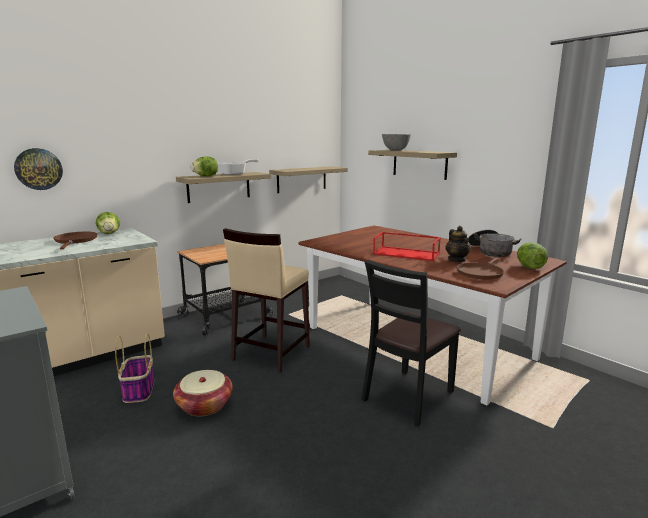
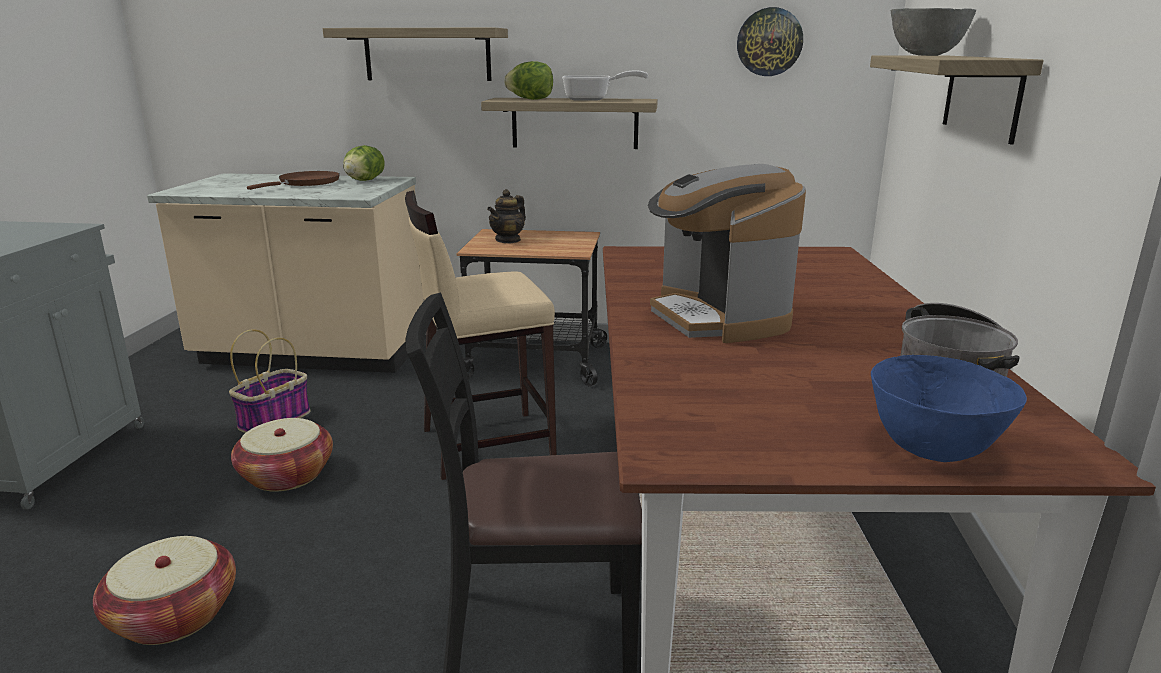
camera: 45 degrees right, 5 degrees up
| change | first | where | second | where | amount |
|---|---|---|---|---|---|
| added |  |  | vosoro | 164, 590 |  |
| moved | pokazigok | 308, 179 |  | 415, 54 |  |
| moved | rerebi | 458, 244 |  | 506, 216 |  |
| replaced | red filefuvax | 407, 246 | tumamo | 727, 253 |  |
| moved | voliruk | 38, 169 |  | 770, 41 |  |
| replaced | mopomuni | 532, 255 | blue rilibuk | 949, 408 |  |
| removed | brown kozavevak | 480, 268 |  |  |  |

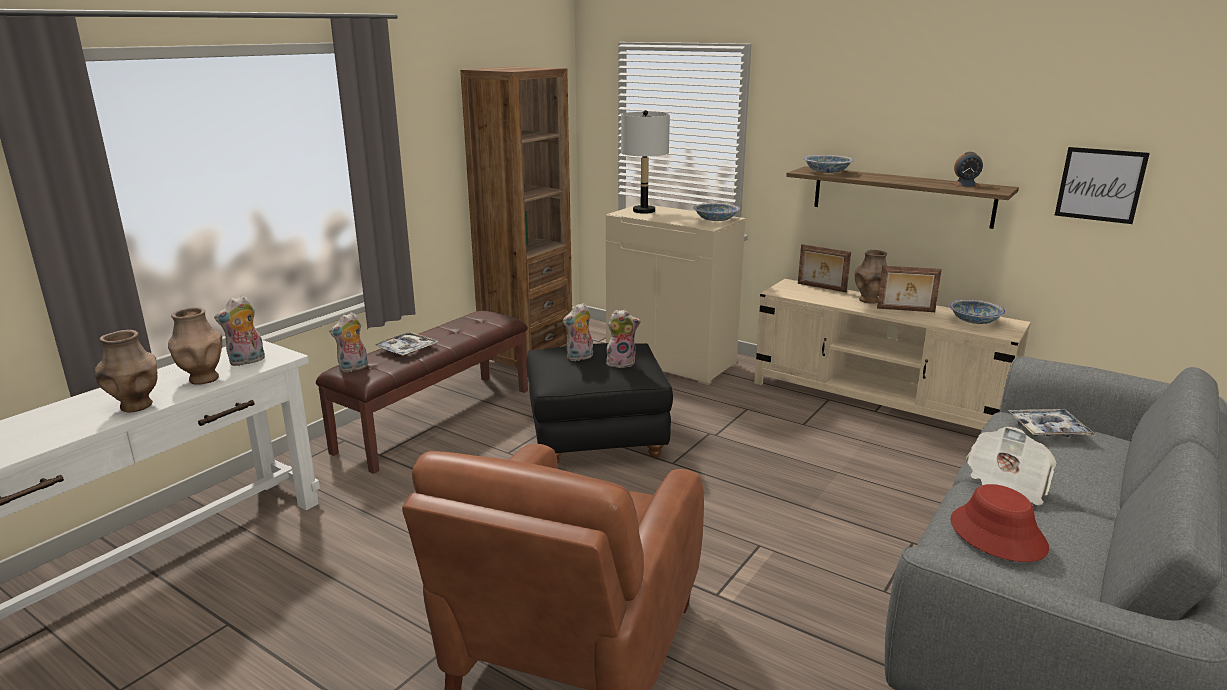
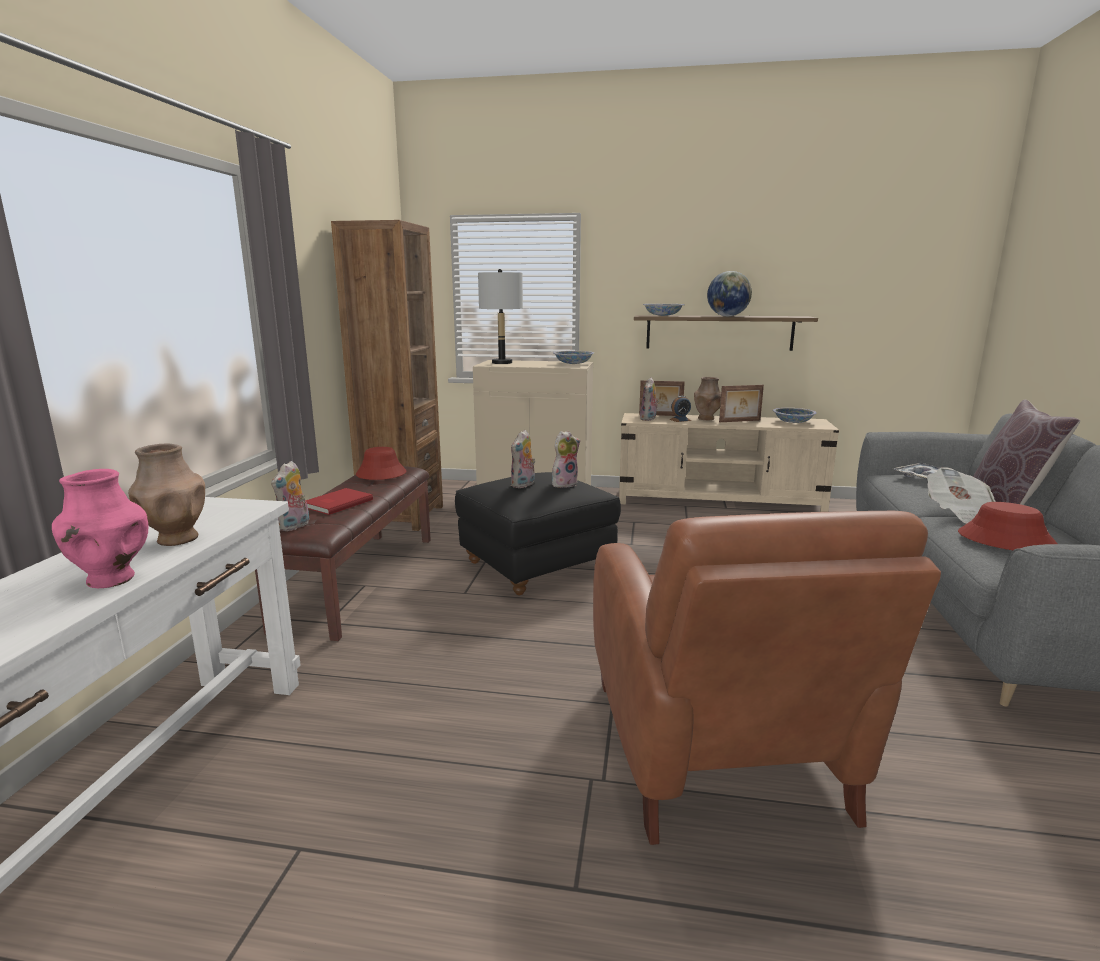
camera: 25 degrees left, 5 degrees down
| change | first | where | second | where | amount |
|---|---|---|---|---|---|
| recoloured | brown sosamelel | 126, 371 | pink sosamelel | 100, 528 |  |
| replaced | filefuvax | 405, 344 | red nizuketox | 339, 501 |  |
| added |  |  | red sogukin | 381, 463 |  |
| moved | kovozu | 239, 330 |  | 649, 399 |  |
| moved | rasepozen | 967, 169 |  | 680, 409 |  |
| added |  |  | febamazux | 729, 293 |  |
| added |  |  | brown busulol | 1026, 452 |  |
| removed | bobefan | 1102, 185 |  |  |  |

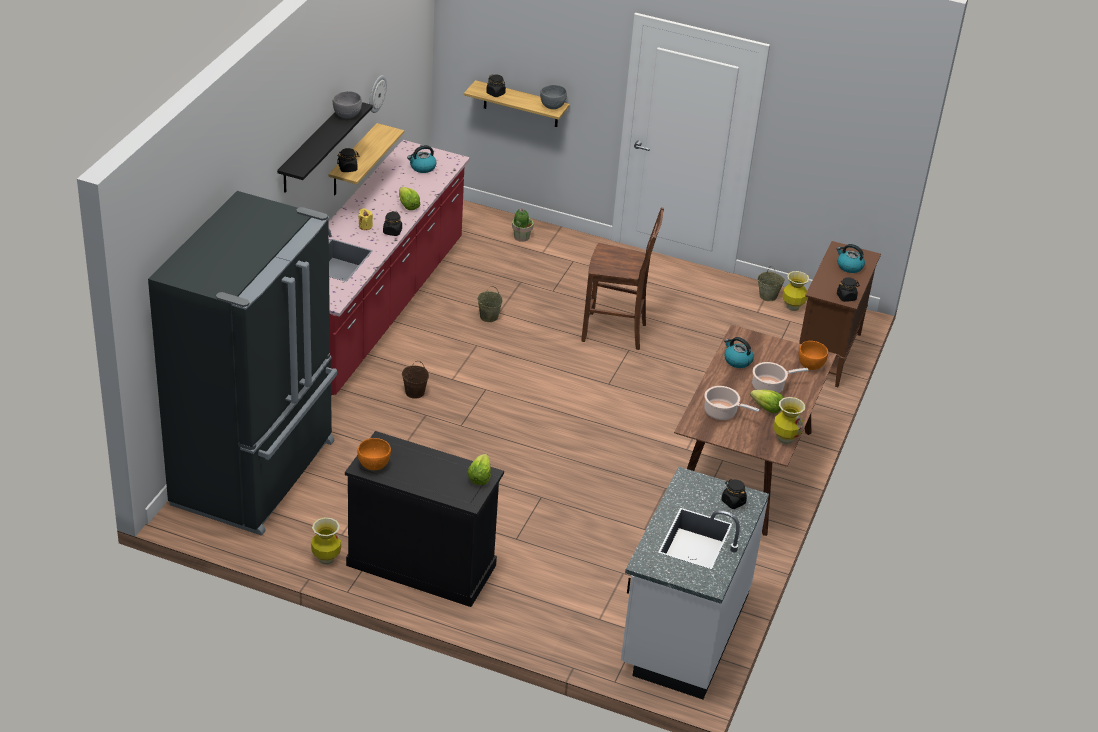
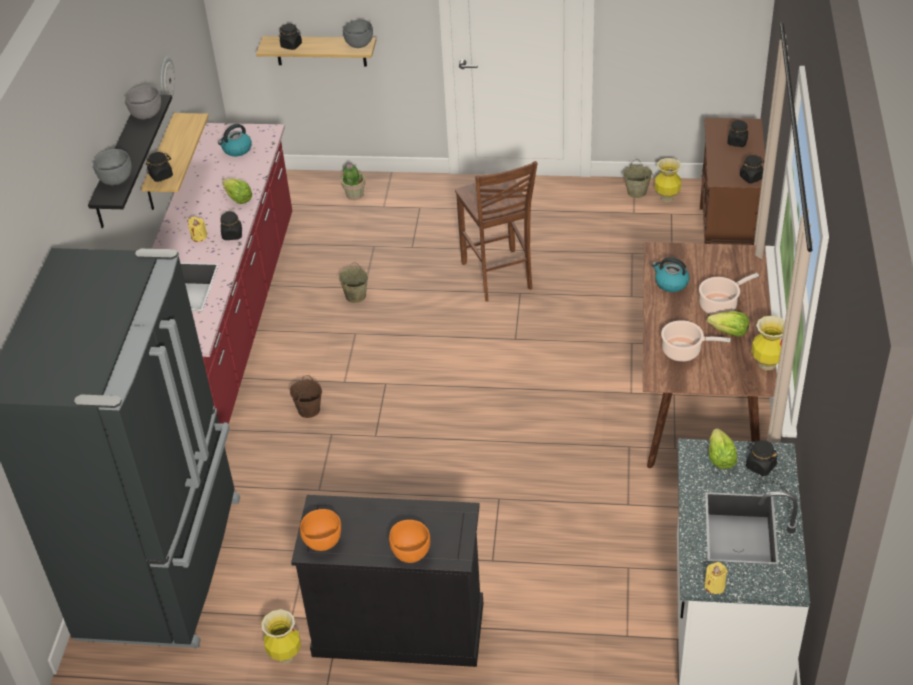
camera: 10 degrees left, 5 degrees up
| change | first | where | second | where | amount |
|---|---|---|---|---|---|
| added |  |  | grey rilibuk | 112, 167 |  |
| moved | orange rilibuk | 813, 355 |  | 409, 541 |  |
| turned | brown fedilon | 622, 278 |  | 496, 231 | 75 degrees clockwise |
| added |  |  | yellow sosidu | 715, 578 |  |
| moved | mopomuni | 479, 469 |  | 723, 448 |  |
| replaced | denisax | 851, 258 | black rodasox | 737, 133 |  |

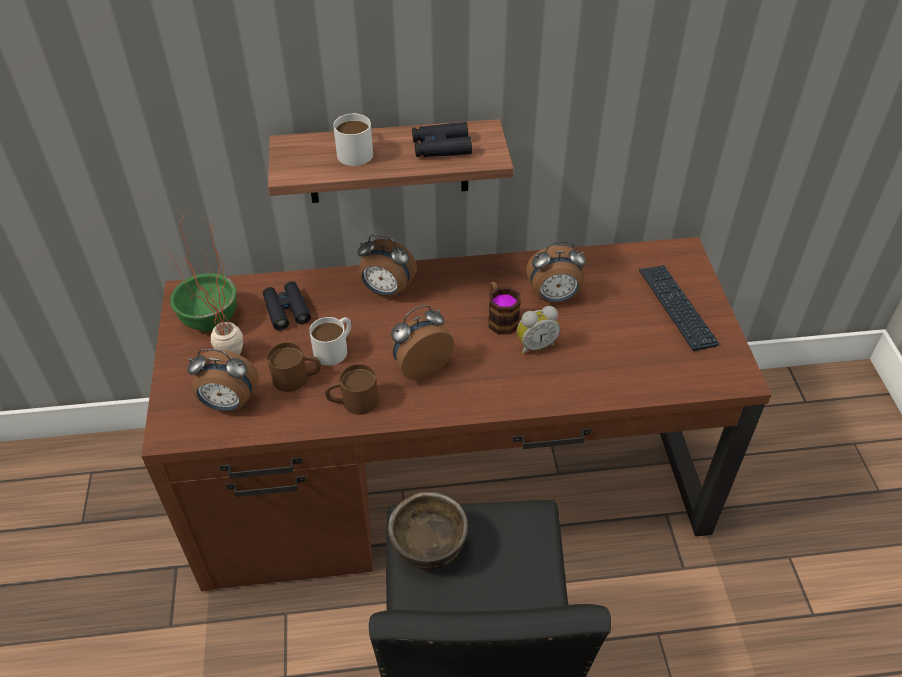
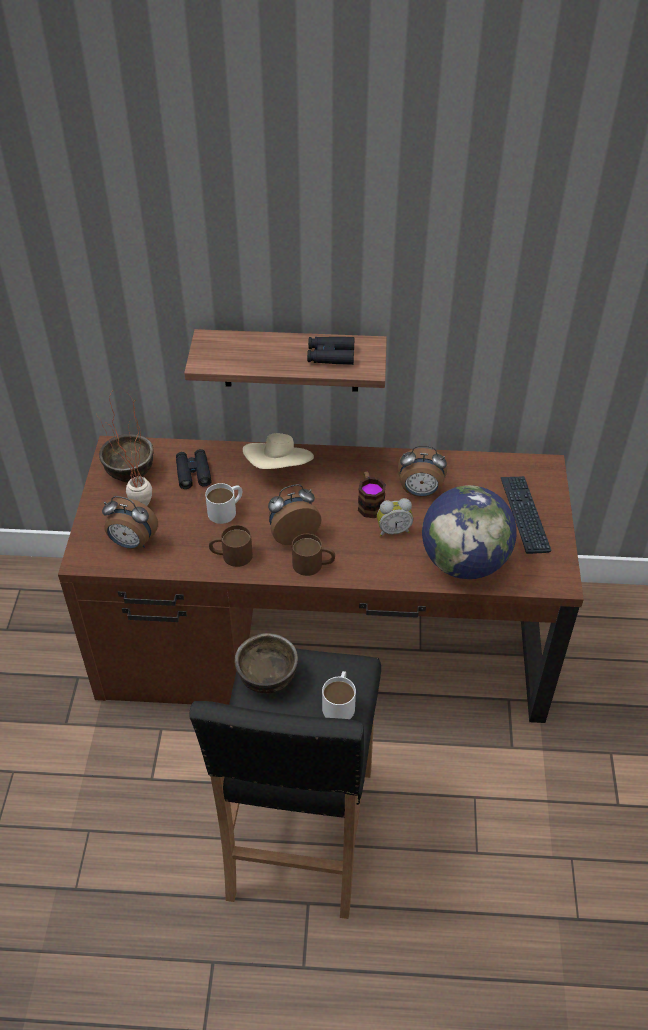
camera: 10 degrees right, 0 degrees up
| change | first | where | second | where | amount |
|---|---|---|---|---|---|
| recoloured | green rilibuk | 203, 302 | brown rilibuk | 126, 458 |  |
| replaced | rasepozen | 387, 265 | beige sogukin | 278, 451 |  |
| moved | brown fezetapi | 294, 367 |  | 313, 555 |  |
| moved | white fezetapi | 353, 139 |  | 339, 695 |  |
| added |  |  | febamazux | 469, 532 |  |

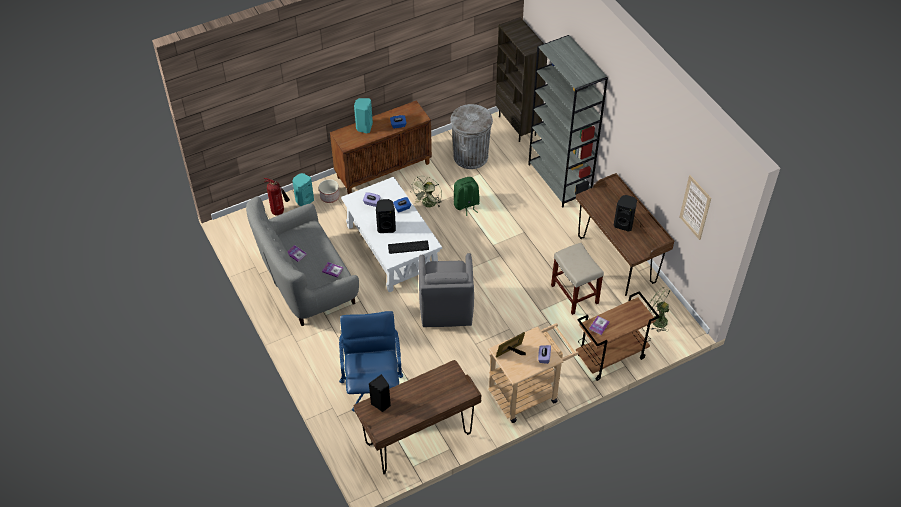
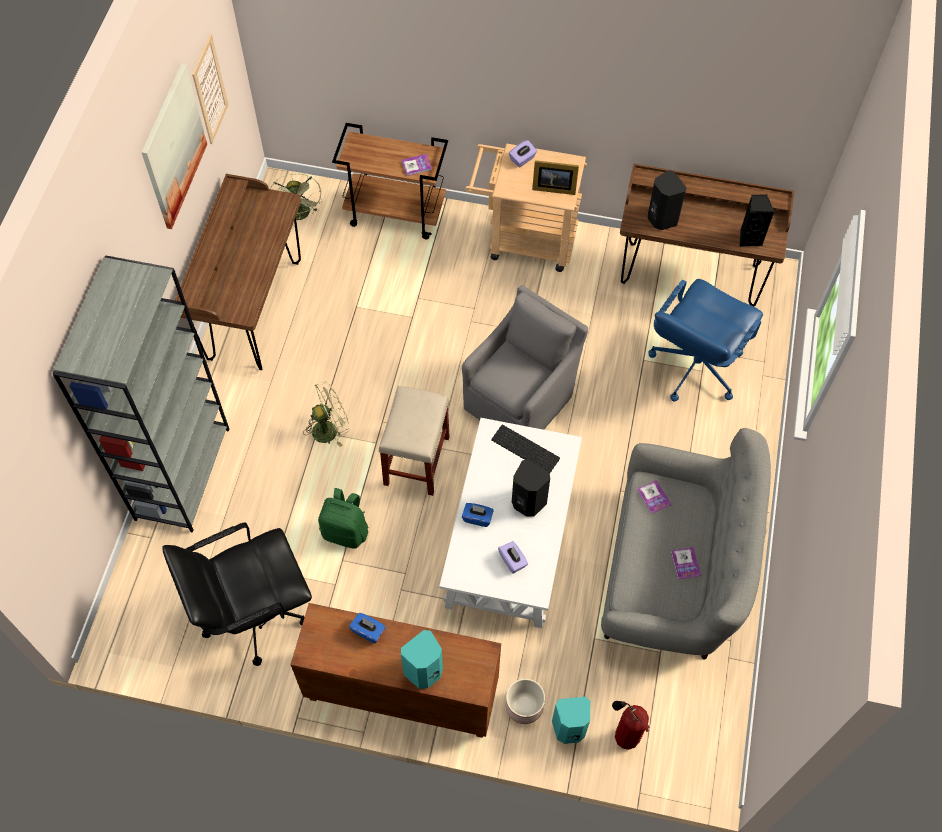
camera: 140 degrees left, 10 degrees up
| change | first | where | second | where | amount |
|---|---|---|---|---|---|
| added |  |  | bobefan | 174, 146 |  |
| replaced | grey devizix | 471, 136 | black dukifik | 237, 594 |  |
| moved | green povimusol | 426, 191 |  | 326, 414 |  |
| moved | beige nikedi | 577, 279 |  | 414, 441 |  |
| moved | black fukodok | 625, 213 |  | 667, 200 |  |
| removed | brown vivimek | 521, 79 |  |  |  |

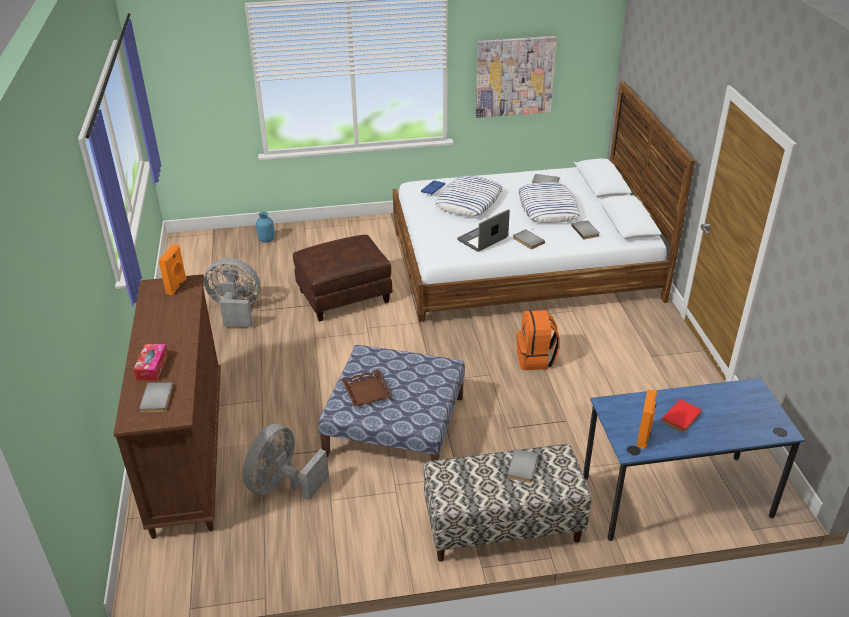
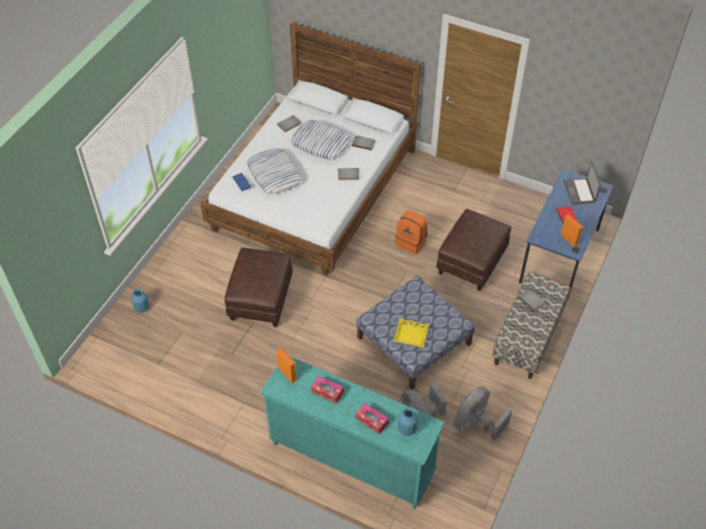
camera: 55 degrees left, 15 degrees up
| change | first | where | second | where | amount |
|---|---|---|---|---|---|
| recoloured | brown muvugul | 167, 406 | turquoise muvugul | 353, 432 |  |
| added |  |  | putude | 327, 390 |  |
| recoloured | brown filefuvax | 367, 387 | yellow filefuvax | 411, 332 |  |
| replaced | grey nizuketox | 156, 397 | blue sosamelel | 408, 422 |  |
| added |  |  | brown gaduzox | 473, 250 |  |
| moved | grey povimusol | 232, 293 |  | 483, 413 |  |
| moved | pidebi | 483, 230 |  | 582, 183 |  |
| removed | bobefan | 516, 77 |  |  |  |

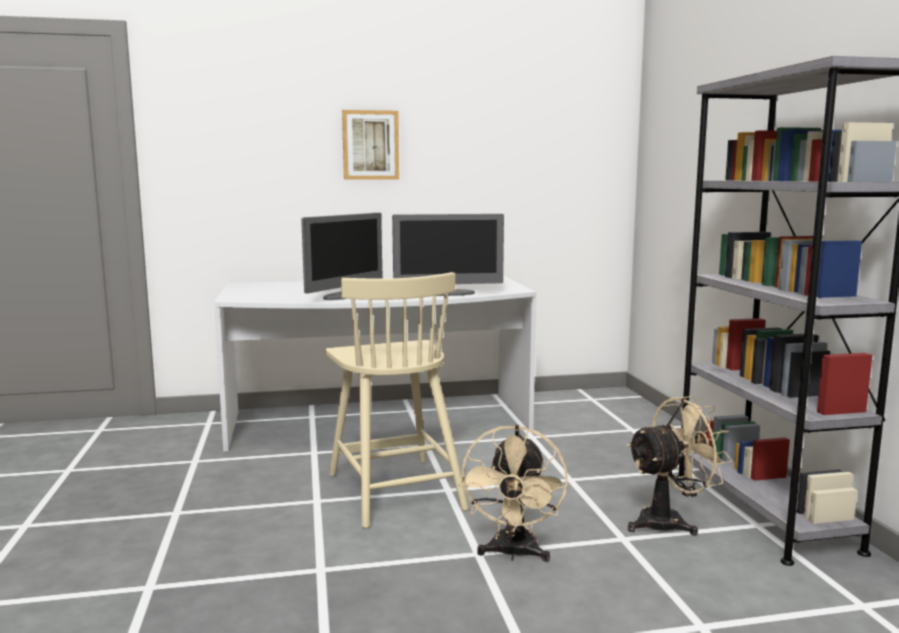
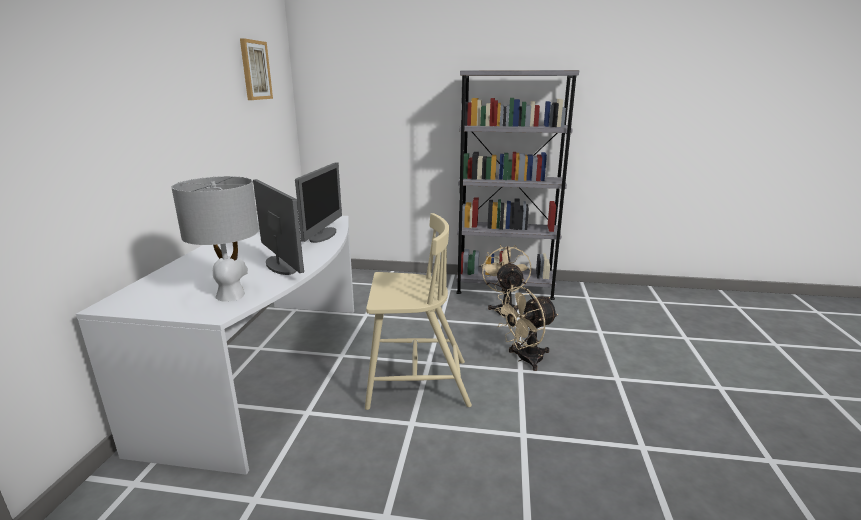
camera: 70 degrees left, 10 degrees up
| change | first | where | second | where | amount |
|---|---|---|---|---|---|
| added |  |  | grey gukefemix | 215, 239 |  |
| moved | bobefan | 370, 145 |  | 256, 69 |  |
| turned | beige povimusol | 513, 493 |  | 526, 328 | 120 degrees clockwise |

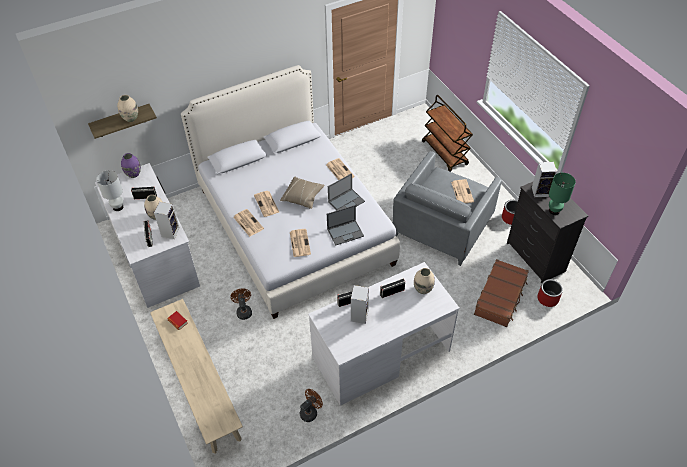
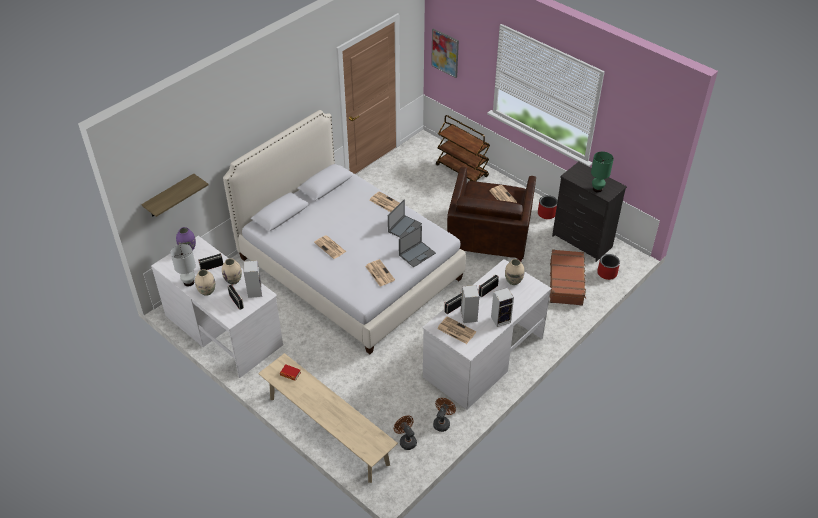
camera: 20 degrees left, 5 degrees down
| change | first | where | second | where | amount |
|---|---|---|---|---|---|
| moved | beige sosamelel | 127, 108 |  | 205, 282 |  |
| moved | brown povimusol | 241, 304 |  | 405, 432 |  |
| added |  |  | bobefan | 445, 53 |  |
| moved | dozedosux | 248, 223 |  | 456, 330 |  |
| recoloured | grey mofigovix | 447, 208 | brown mofigovix | 491, 214 |  |
| moved | fukodok | 544, 179 |  | 502, 307 |  |
| removed | beige busulol | 302, 193 |  |  |  |

